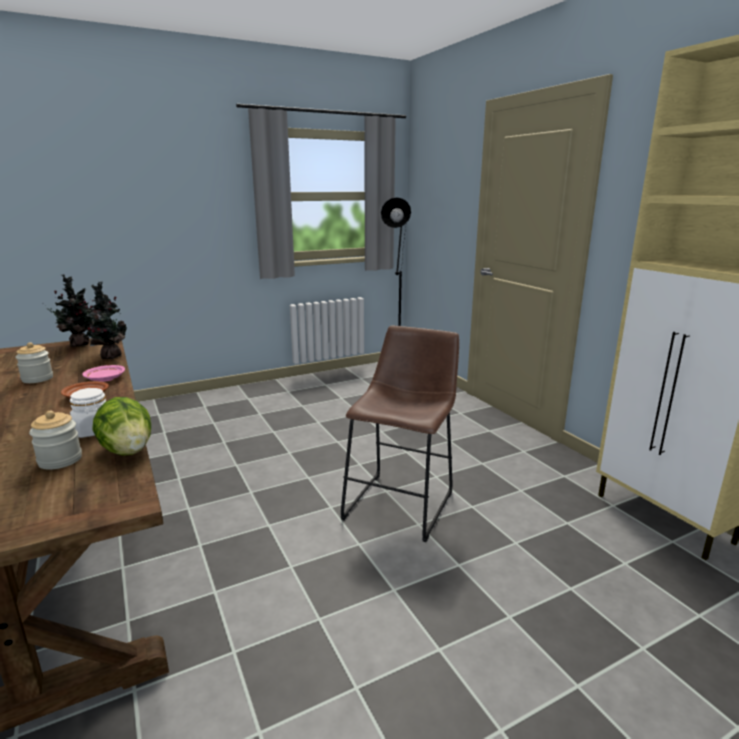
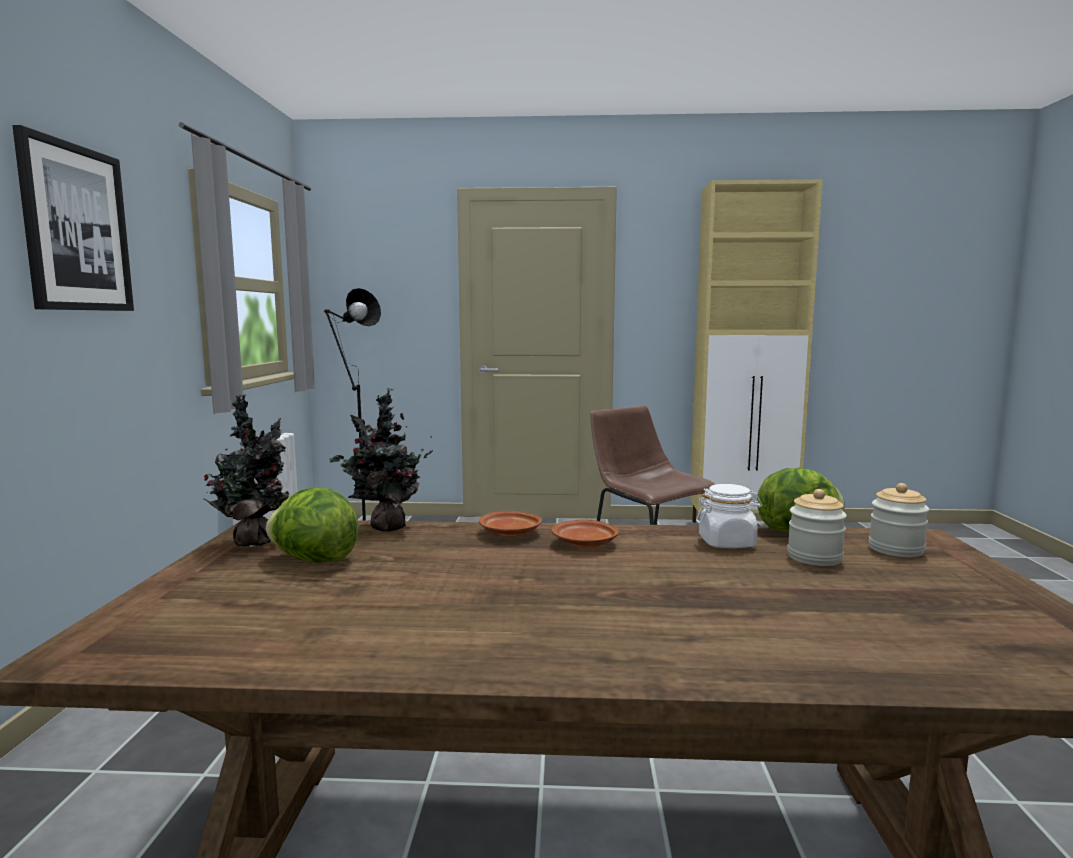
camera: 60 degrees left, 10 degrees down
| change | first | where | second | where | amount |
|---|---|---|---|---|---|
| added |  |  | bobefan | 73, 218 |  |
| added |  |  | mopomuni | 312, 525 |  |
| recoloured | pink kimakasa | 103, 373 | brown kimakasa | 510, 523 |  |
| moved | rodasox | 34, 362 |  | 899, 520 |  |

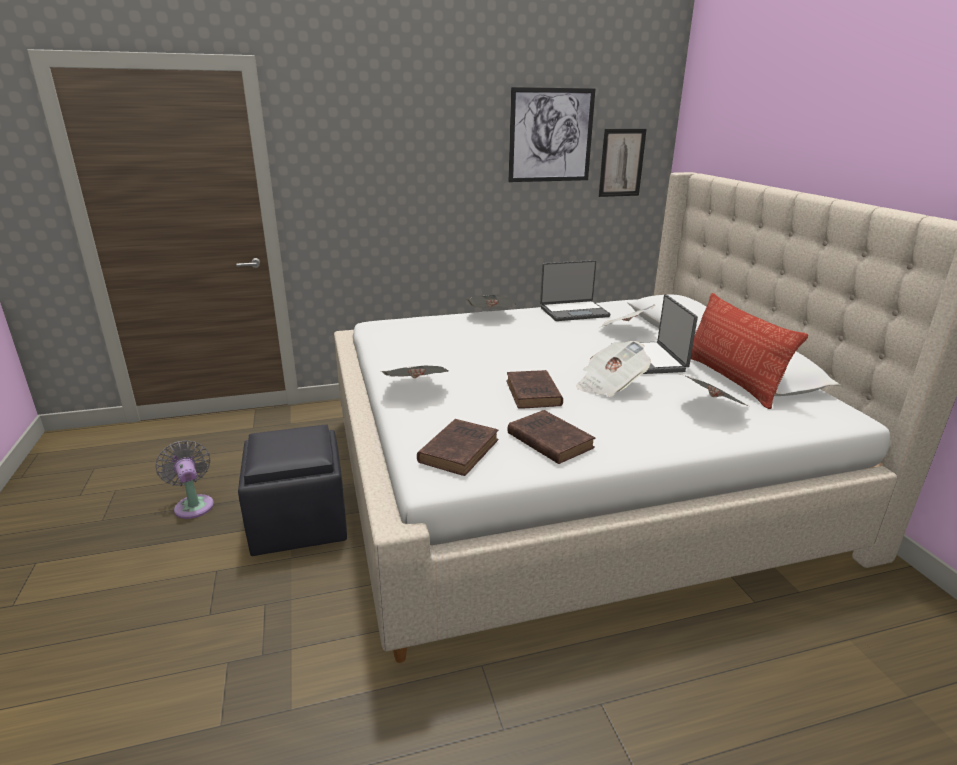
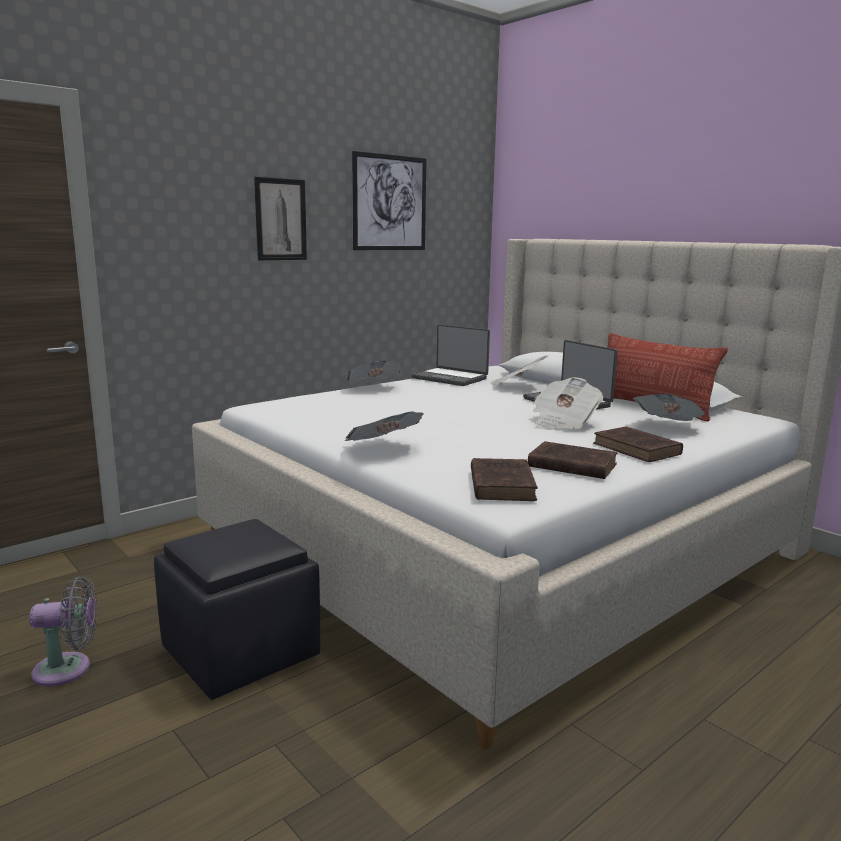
camera: 25 degrees left, 10 degrees down
| change | first | where | second | where | amount |
|---|---|---|---|---|---|
| turned | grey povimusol | 185, 479 |  | 63, 631 | 135 degrees clockwise |
| moved | bobefan | 623, 163 |  | 280, 218 |  |
| turned | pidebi | 575, 290 |  | 450, 355 | 75 degrees clockwise |
| moved | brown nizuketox | 534, 389 |  | 638, 444 |  |

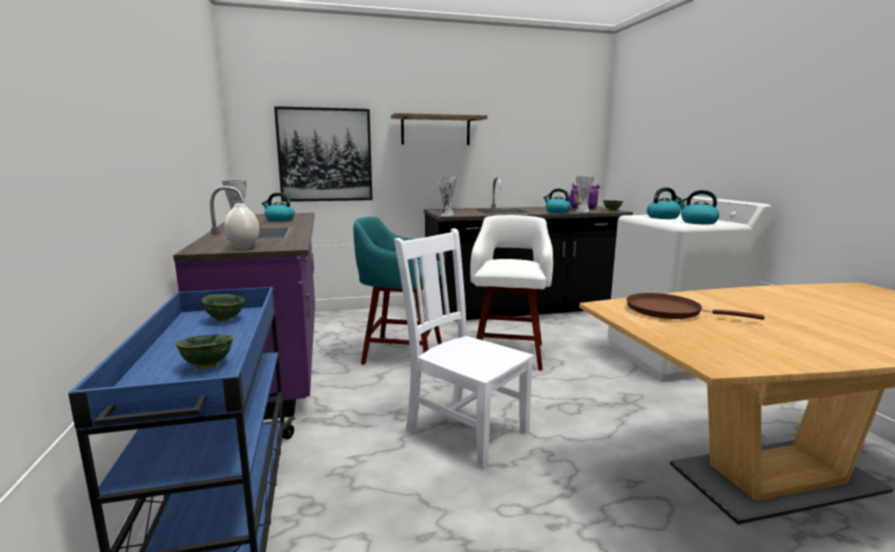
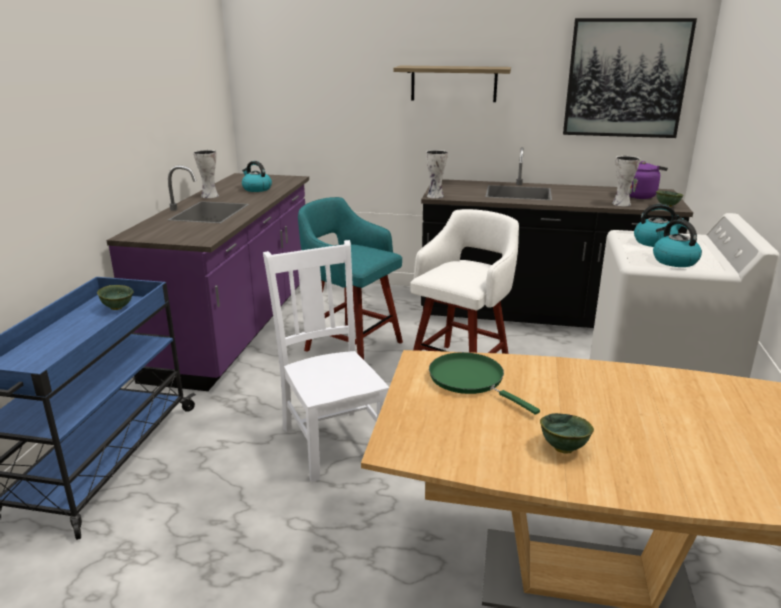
camera: 25 degrees right, 10 degrees up
| change | first | where | second | where | amount |
|---|---|---|---|---|---|
| recoloured | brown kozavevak | 695, 306 | green kozavevak | 484, 383 |  |
| moved | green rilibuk | 204, 351 |  | 567, 433 |  |
| moved | bobefan | 323, 154 |  | 630, 78 |  |
| removed | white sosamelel | 241, 226 |  |  |  |
| removed | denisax | 557, 200 |  |  |  |

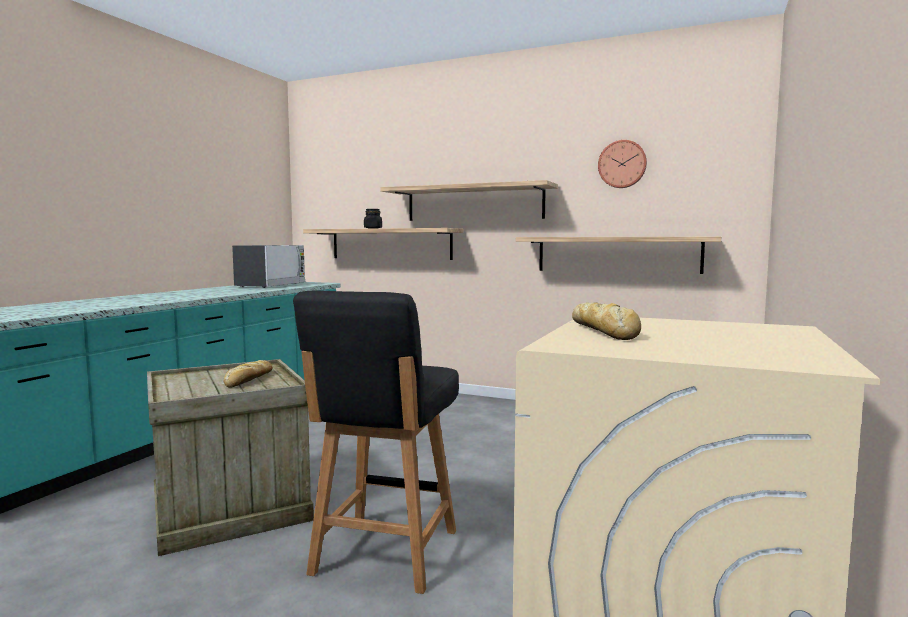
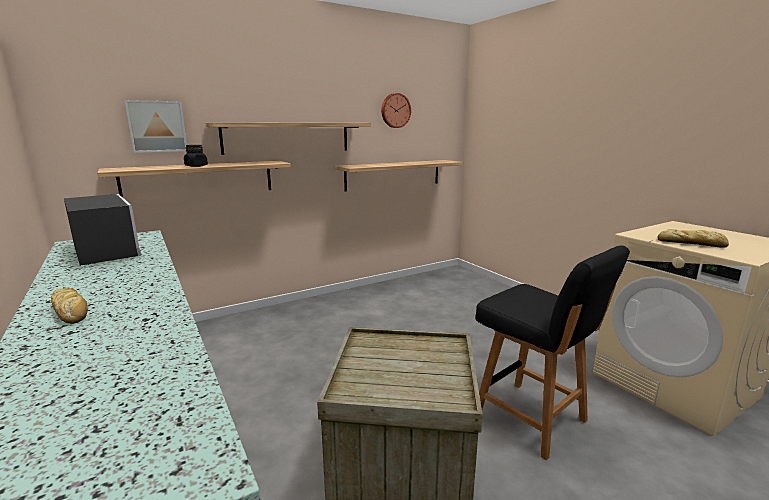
camera: 55 degrees left, 10 degrees up
| change | first | where | second | where | amount |
|---|---|---|---|---|---|
| moved | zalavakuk | 248, 374 |  | 69, 305 |  |
| added |  |  | bobefan | 156, 126 |  |

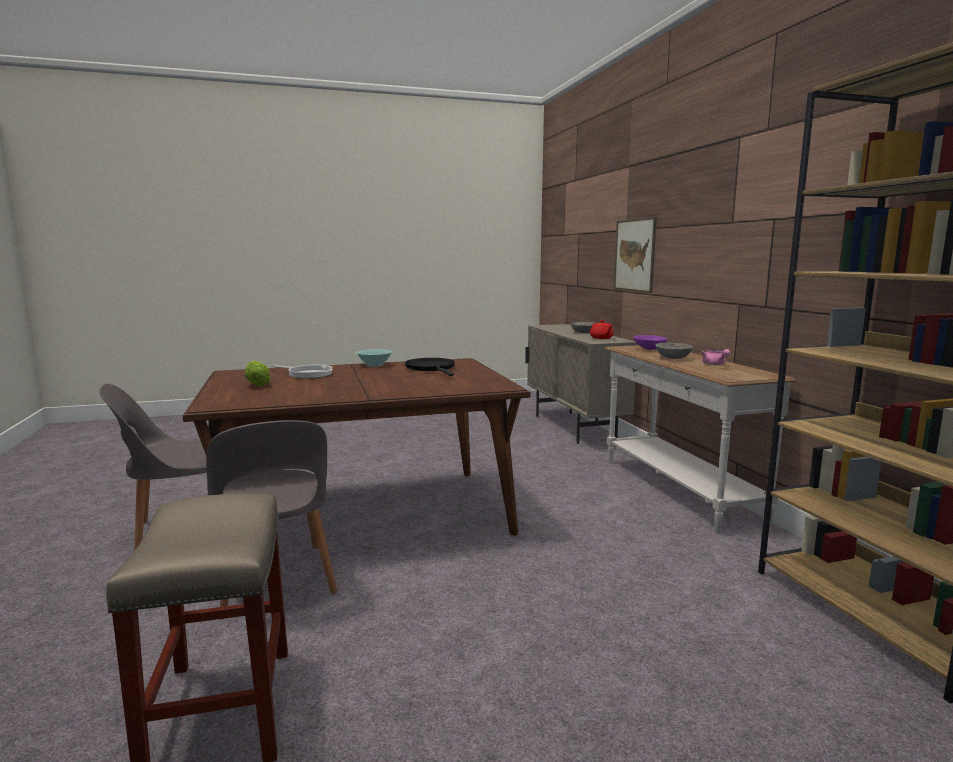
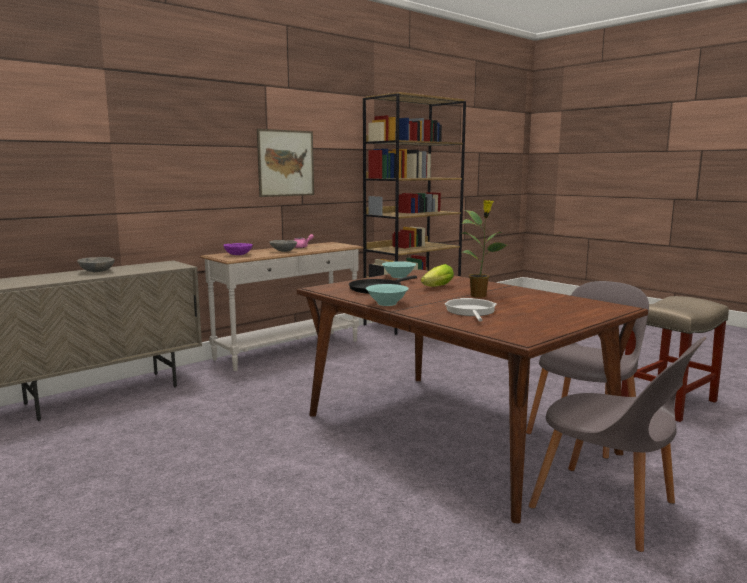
camera: 115 degrees left, 0 degrees up
| change | first | where | second | where | amount |
|---|---|---|---|---|---|
| moved | bobefan | 635, 255 |  | 285, 163 |  |
| added |  |  | turquoise rilibuk | 399, 269 |  |
| moved | mopomuni | 257, 373 |  | 437, 275 |  |
| added |  |  | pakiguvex | 485, 249 |  |
| removed | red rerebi | 602, 329 |  |  |  |

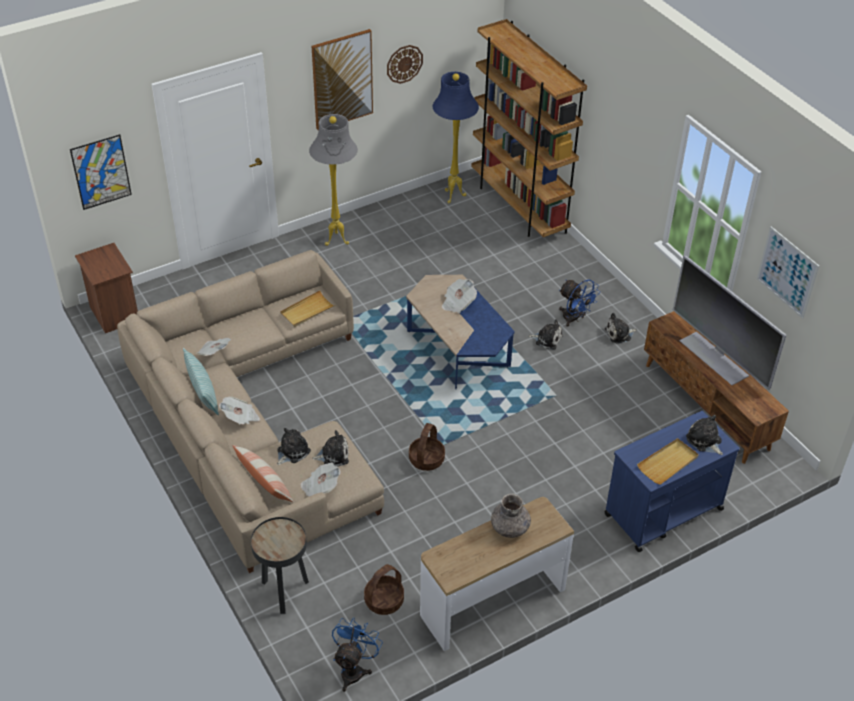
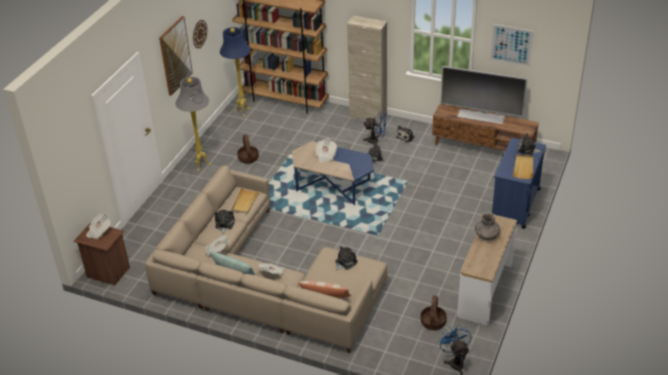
camera: 35 degrees left, 5 degrees down
| change | first | where | second | where | amount |
|---|---|---|---|---|---|
| moved | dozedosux | 320, 479 |  | 98, 226 |  |
| moved | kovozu | 294, 447 |  | 224, 222 |  |
| moved | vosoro | 427, 447 |  | 248, 149 |  |
| added |  |  | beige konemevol | 367, 70 |  |
| removed | bobefan | 101, 172 |  |  |  |
| removed | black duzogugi | 280, 565 |  |  |  |

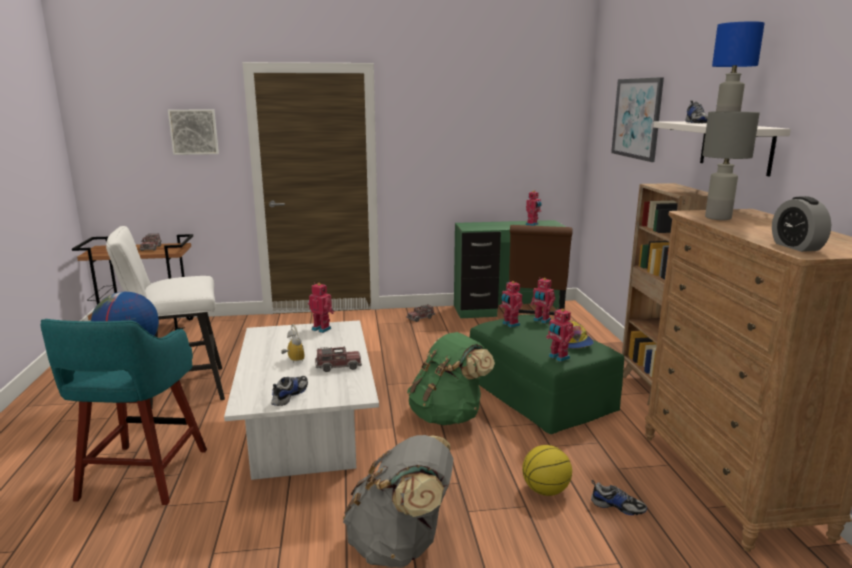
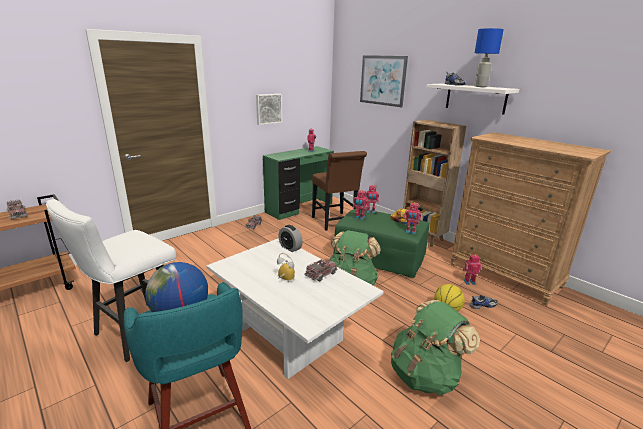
camera: 35 degrees left, 5 degrees up
| change | first | where | second | where | amount |
|---|---|---|---|---|---|
| moved | bobefan | 193, 132 |  | 269, 109 |  |
| moved | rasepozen | 801, 224 |  | 290, 238 |  |
| recoloured | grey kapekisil | 398, 501 | green kapekisil | 435, 347 |  |
| moved | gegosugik | 321, 308 |  | 472, 270 |  |
| removed | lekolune | 289, 391 |  |  |  |
| removed | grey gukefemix | 731, 165 |  |  |  |

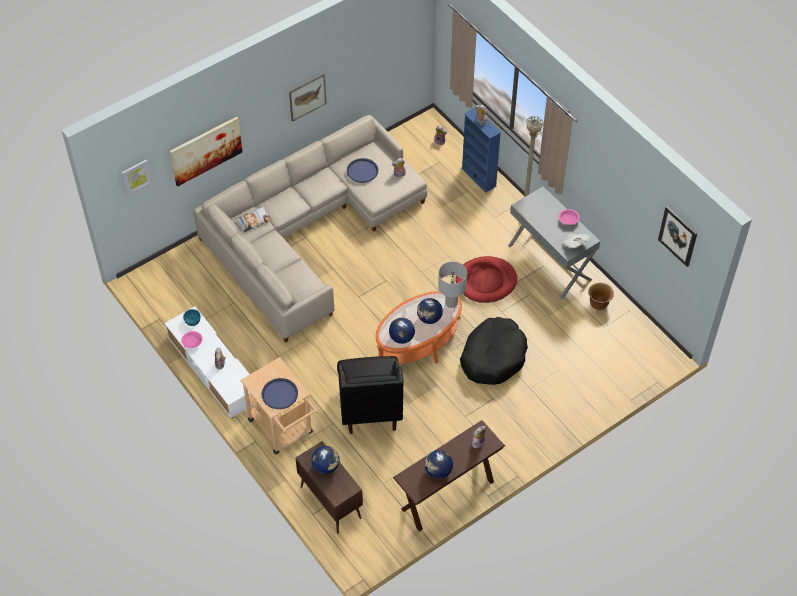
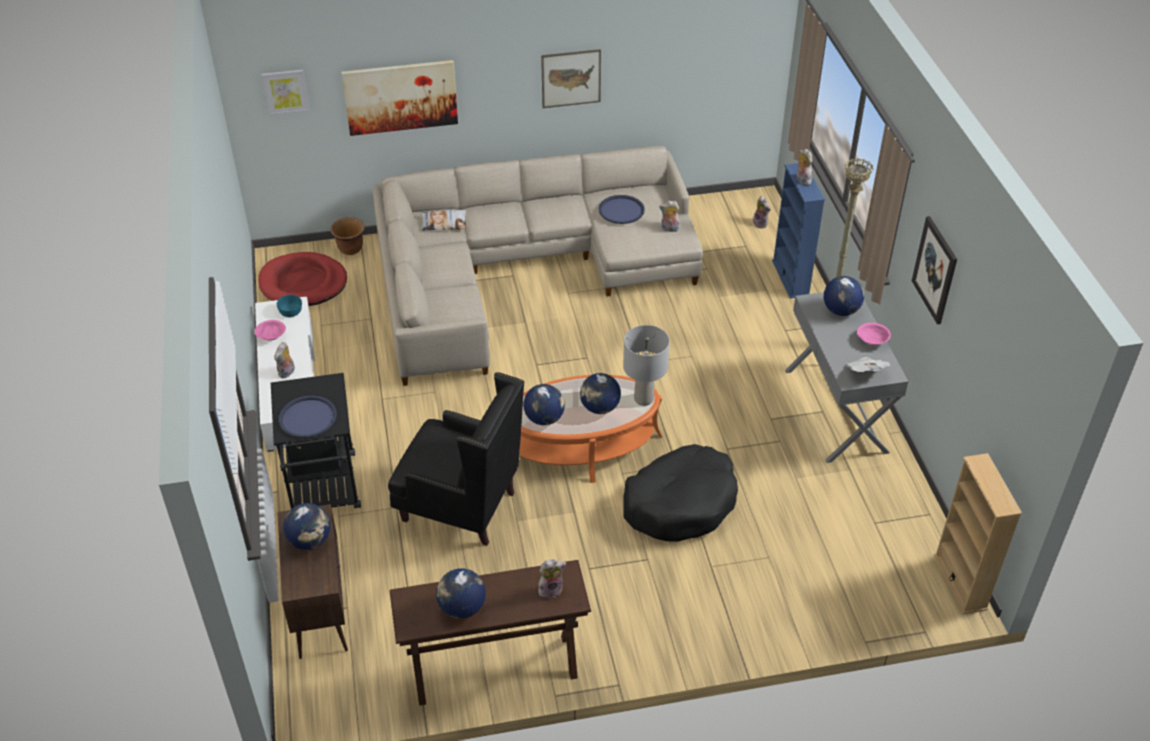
camera: 25 degrees right, 10 degrees down
| change | first | where | second | where | amount |
|---|---|---|---|---|---|
| moved | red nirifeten | 486, 279 |  | 302, 279 |  |
| recoloured | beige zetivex | 279, 405 | black zetivex | 316, 441 |  |
| moved | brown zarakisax | 601, 296 |  | 347, 236 |  |
| turned | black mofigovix | 370, 395 |  | 456, 459 | 90 degrees counterclockwise |
| added |  |  | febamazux | 844, 296 |  |
| moved | bobefan | 677, 236 |  | 934, 270 |  |
| added |  |  | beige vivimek | 978, 533 |  |

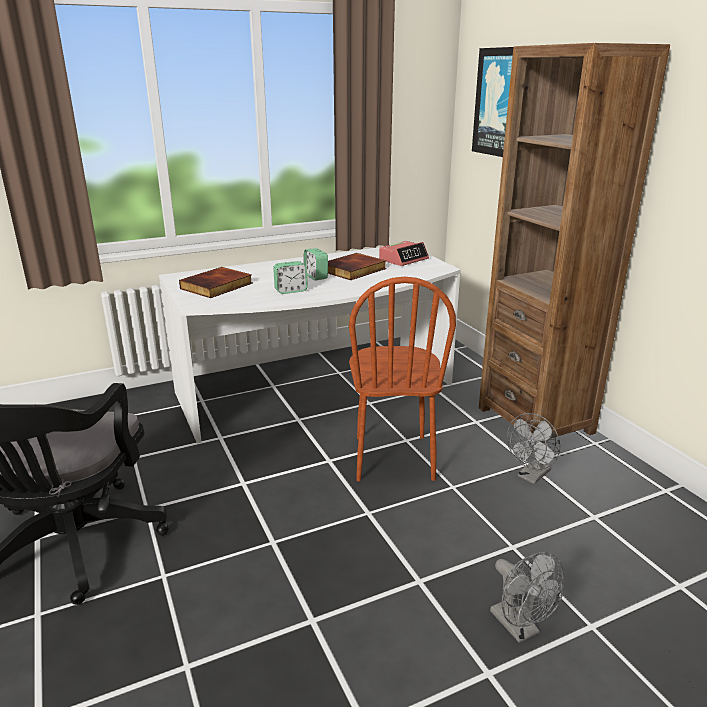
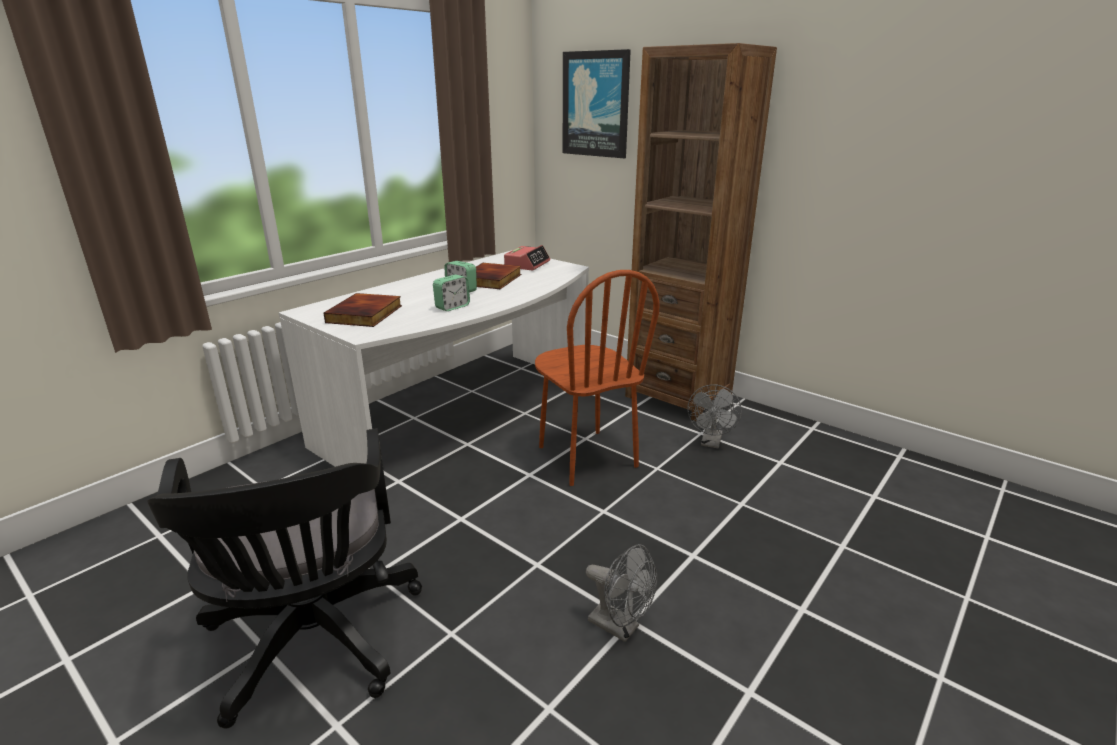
camera: 25 degrees left, 0 degrees up
| change | first | where | second | where | amount |
|---|---|---|---|---|---|
| moved | grey povimusol | 527, 597 |  | 621, 593 |  |

